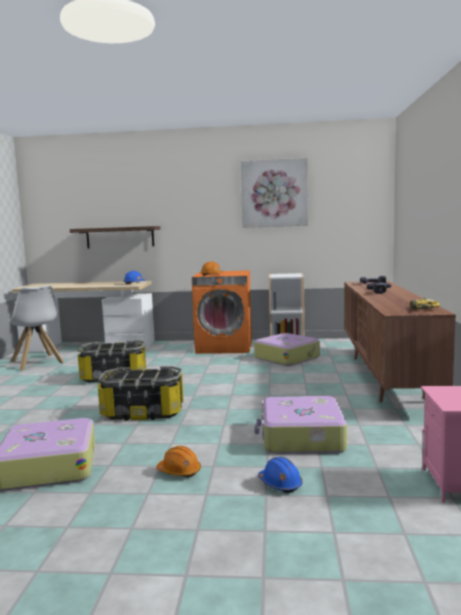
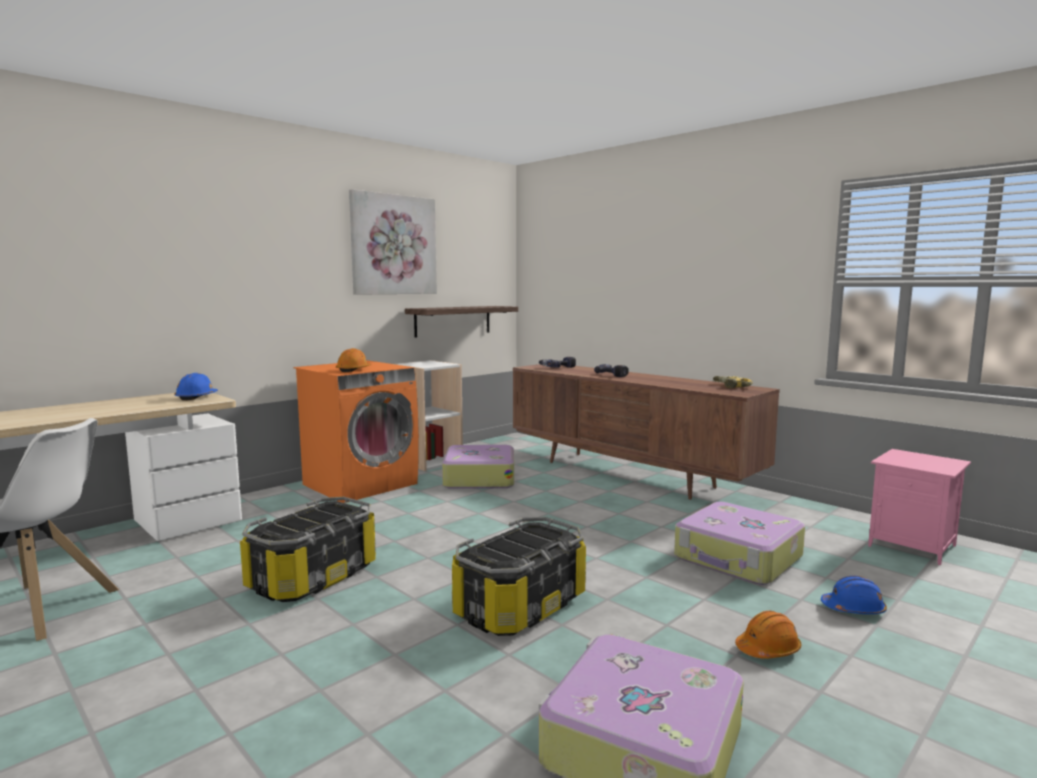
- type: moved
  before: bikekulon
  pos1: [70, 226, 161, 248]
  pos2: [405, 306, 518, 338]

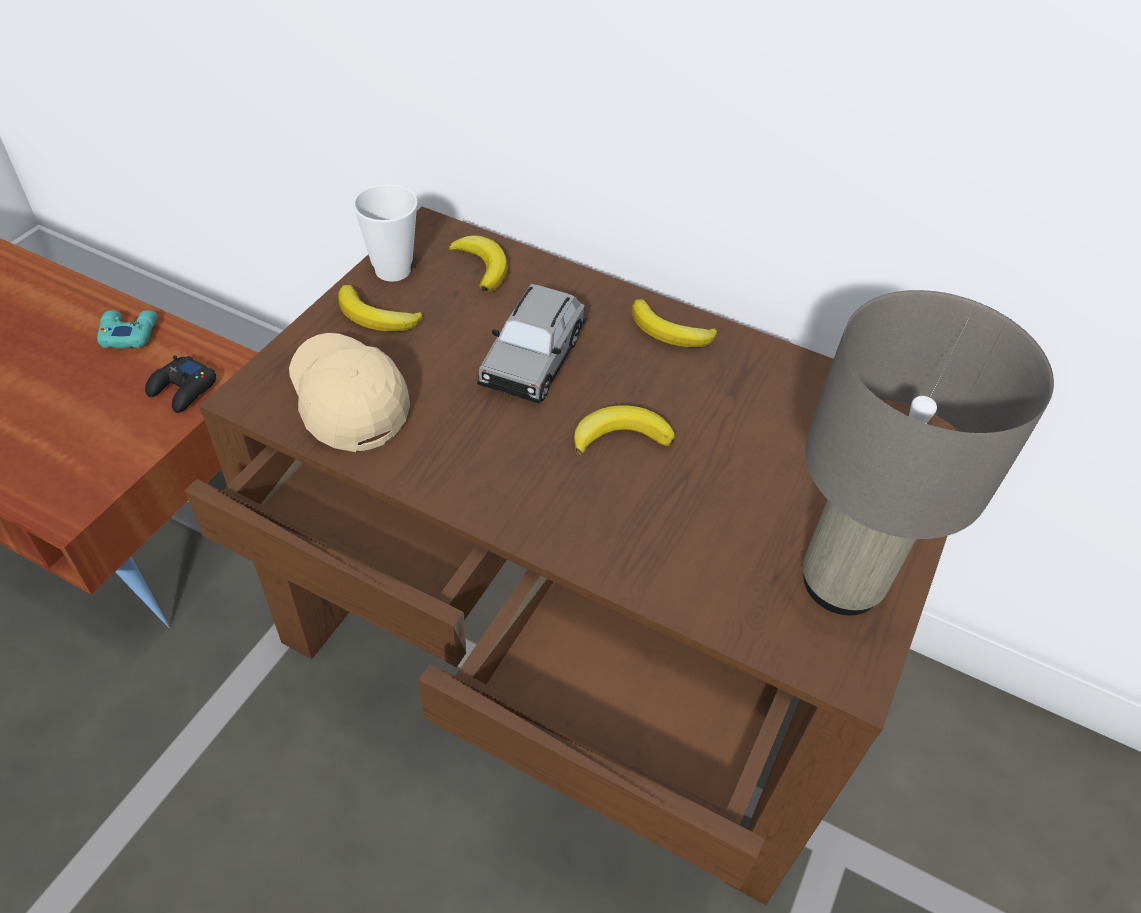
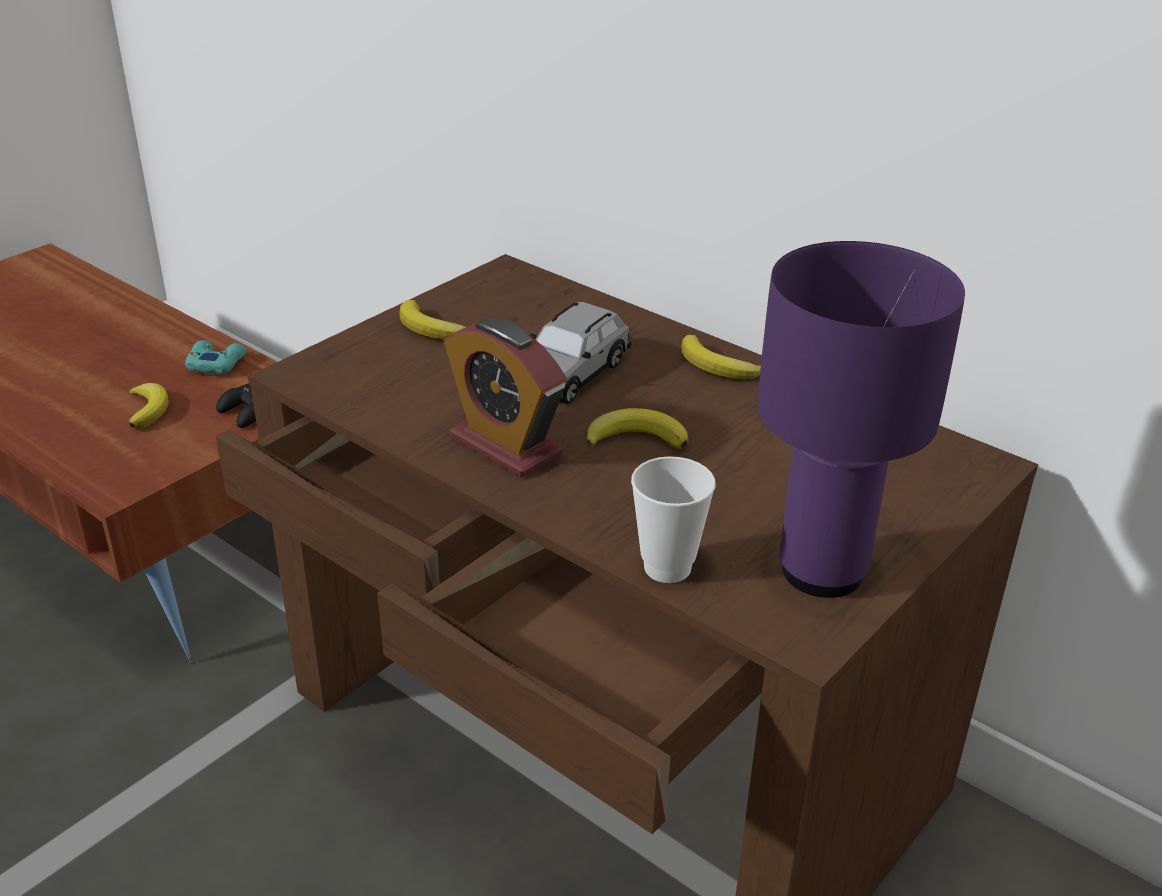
- type: removed
  before: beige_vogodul
  pos1: [289, 333, 410, 452]
- type: added
  after: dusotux
  pos2: [444, 317, 567, 478]
- type: moved
  before: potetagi
  pos1: [353, 184, 418, 282]
  pos2: [631, 456, 715, 583]
- type: moved
  before: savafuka
  pos1: [449, 235, 508, 292]
  pos2: [128, 383, 169, 429]
- type: recoloured
  before: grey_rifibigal
  after: purple_rifibigal
  pos1: [803, 290, 1054, 616]
  pos2: [758, 241, 965, 598]

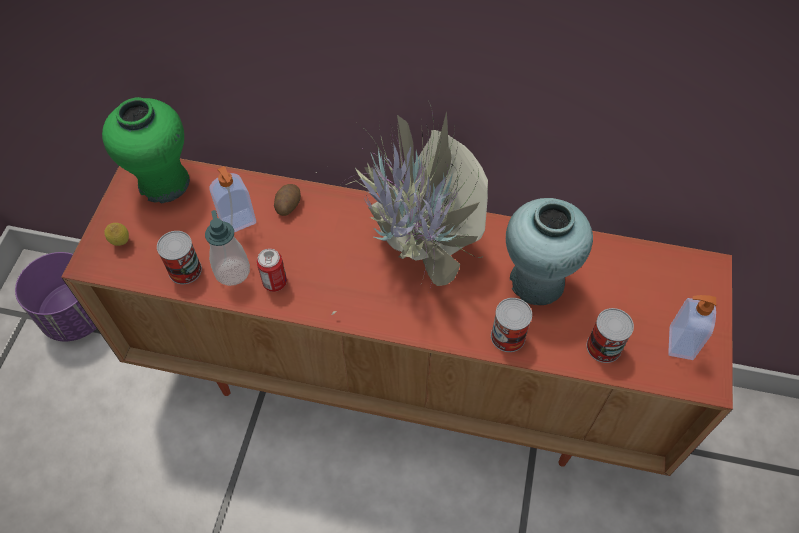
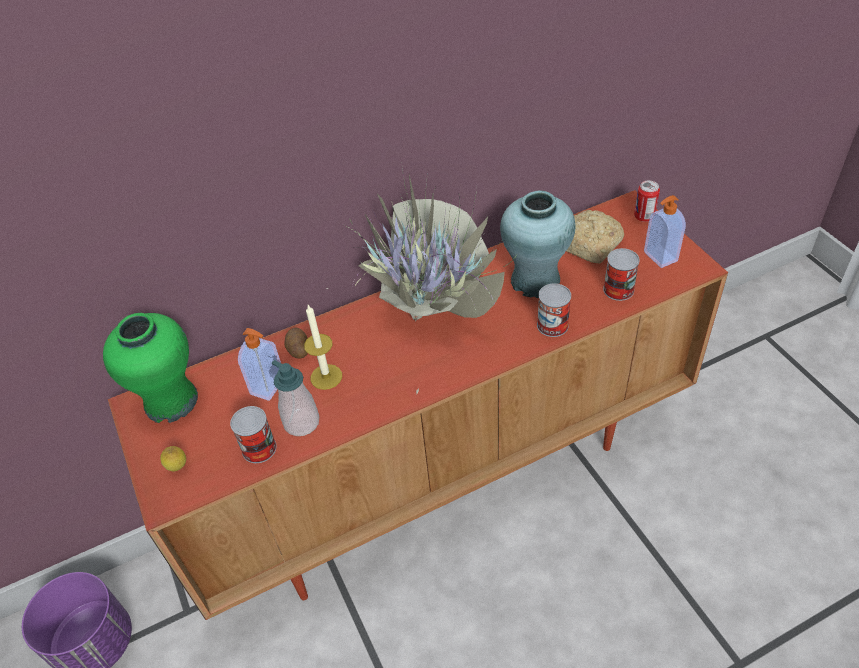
- type: added
  after: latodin
  pos2: [304, 305, 342, 390]
- type: added
  after: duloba
  pos2: [566, 210, 624, 263]
- type: moved
  before: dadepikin
  pos1: [256, 248, 287, 292]
  pos2: [634, 180, 660, 222]

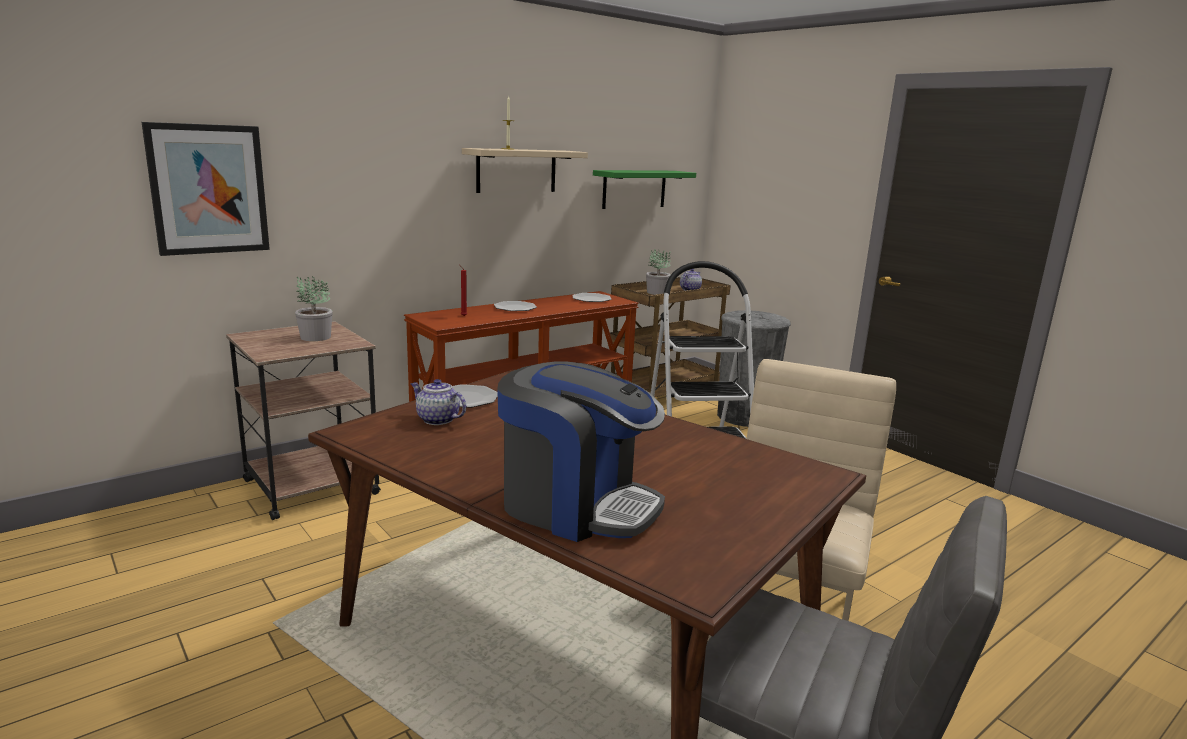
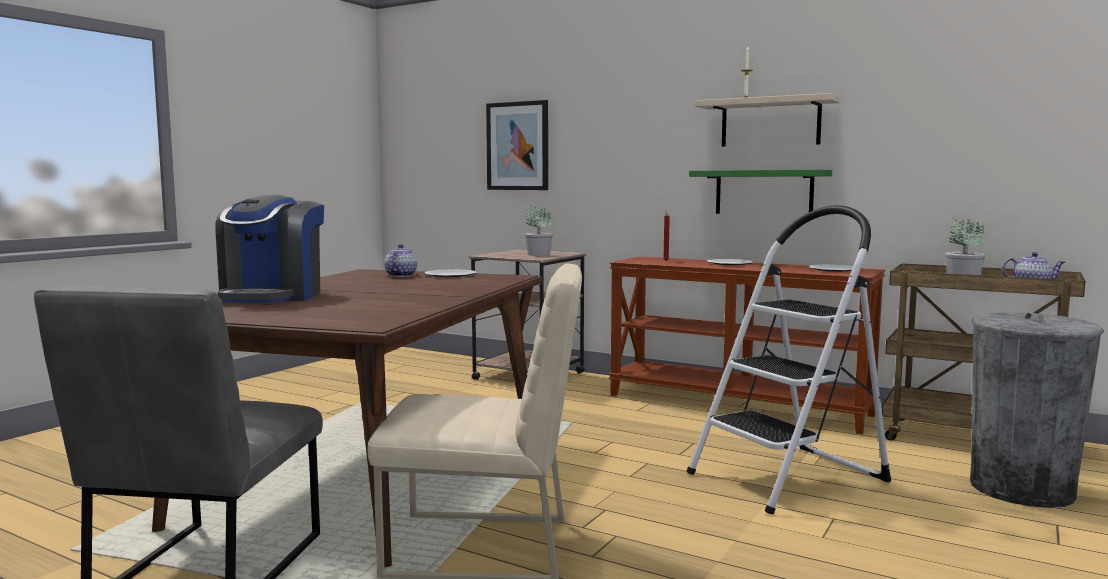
- type: moved
  before: green_bikekulon
  pos1: [593, 170, 696, 209]
  pos2: [689, 170, 832, 214]

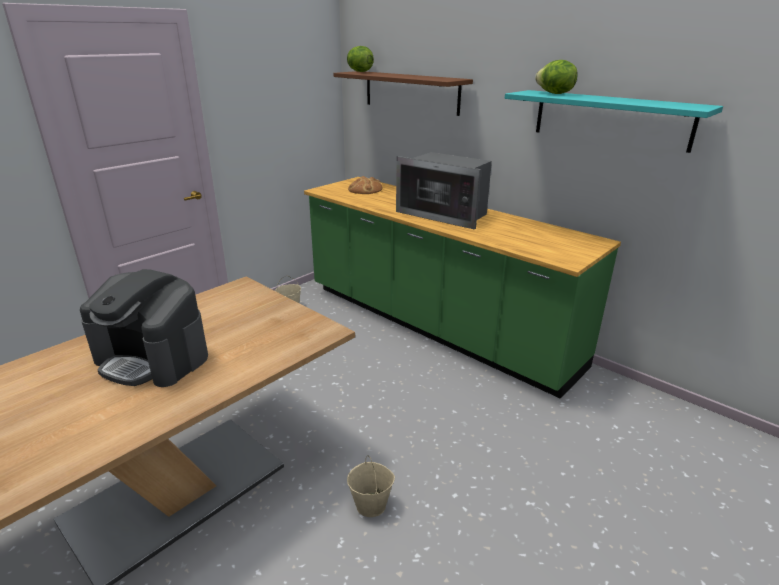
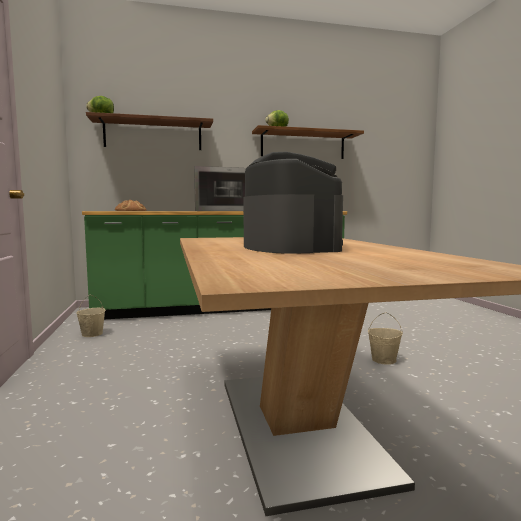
- type: recoloured
  before: turquoise_bikekulon
  after: brown_bikekulon
  pos1: [505, 90, 723, 153]
  pos2: [252, 125, 364, 159]
- type: turned
  before: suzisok
  pos1: [80, 269, 208, 387]
  pos2: [243, 152, 343, 254]
  turn: -75

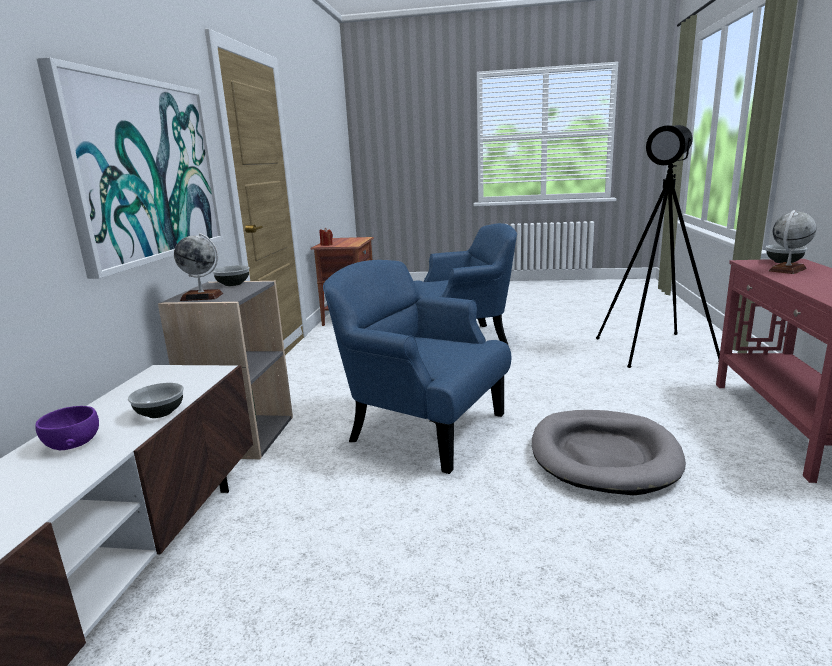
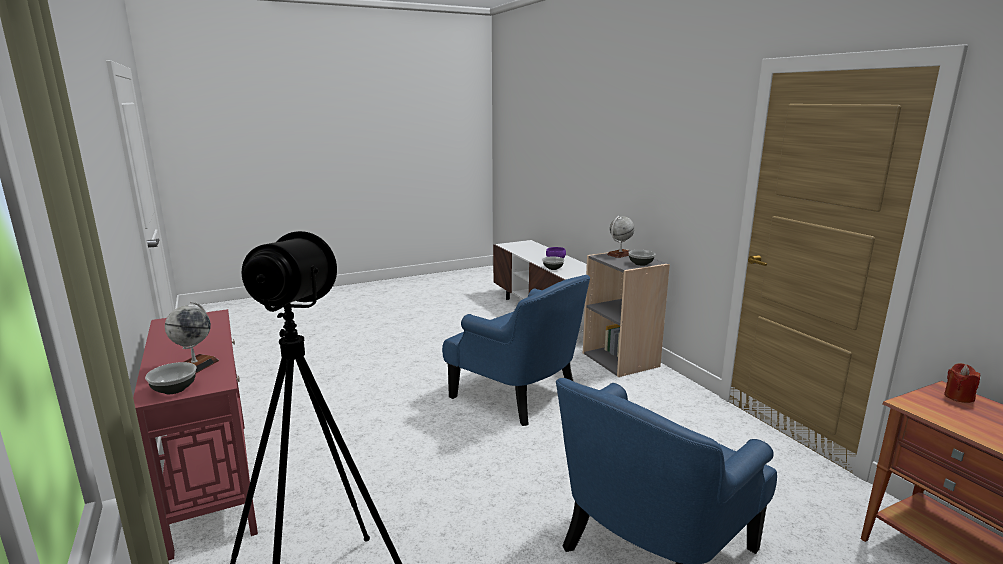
- type: removed
  before: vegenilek
  pos1: [37, 57, 223, 279]
- type: removed
  before: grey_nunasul
  pos1: [532, 410, 686, 496]
- type: turned
  before: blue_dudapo
  pos1: [323, 260, 511, 474]
  pos2: [442, 275, 590, 426]
  turn: 45

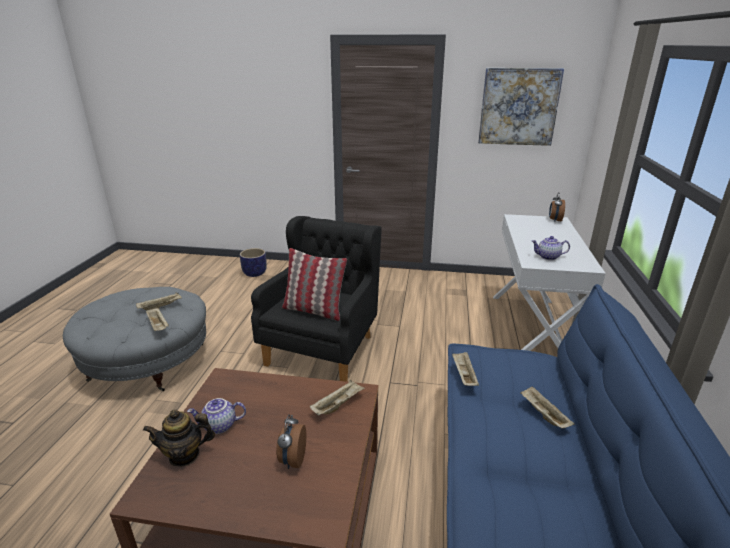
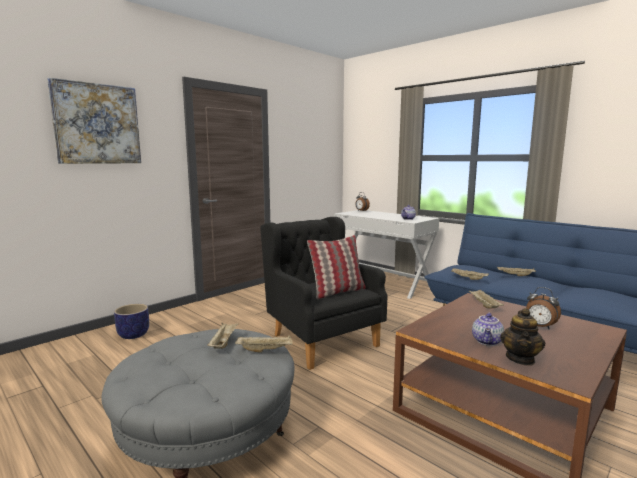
- type: moved
  before: vegenilek
  pos1: [478, 68, 564, 146]
  pos2: [47, 78, 141, 164]

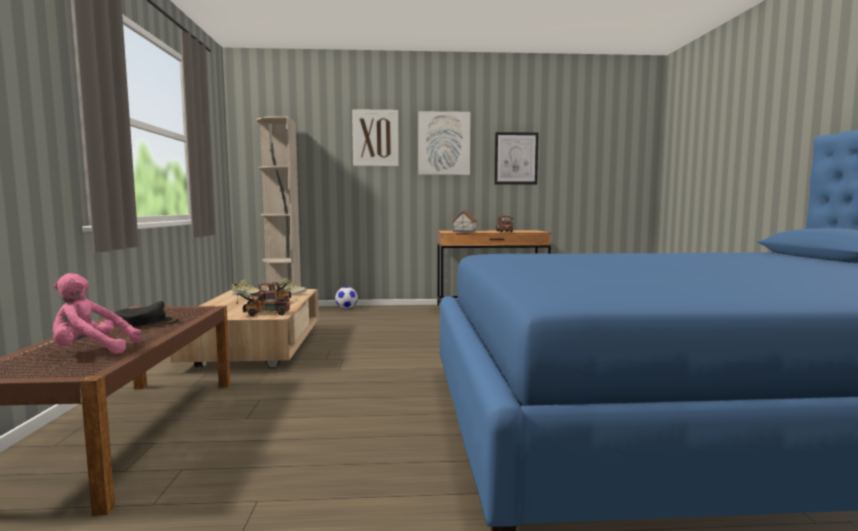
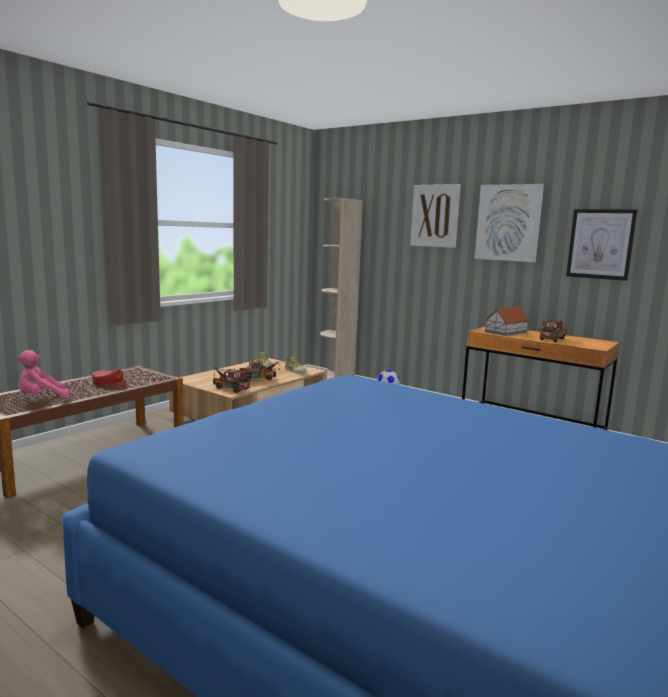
- type: recoloured
  before: black_vogodul
  after: red_vogodul
  pos1: [115, 301, 178, 327]
  pos2: [92, 369, 130, 387]
- type: turned
  before: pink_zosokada
  pos1: [53, 273, 141, 354]
  pos2: [16, 350, 70, 399]
  turn: -60

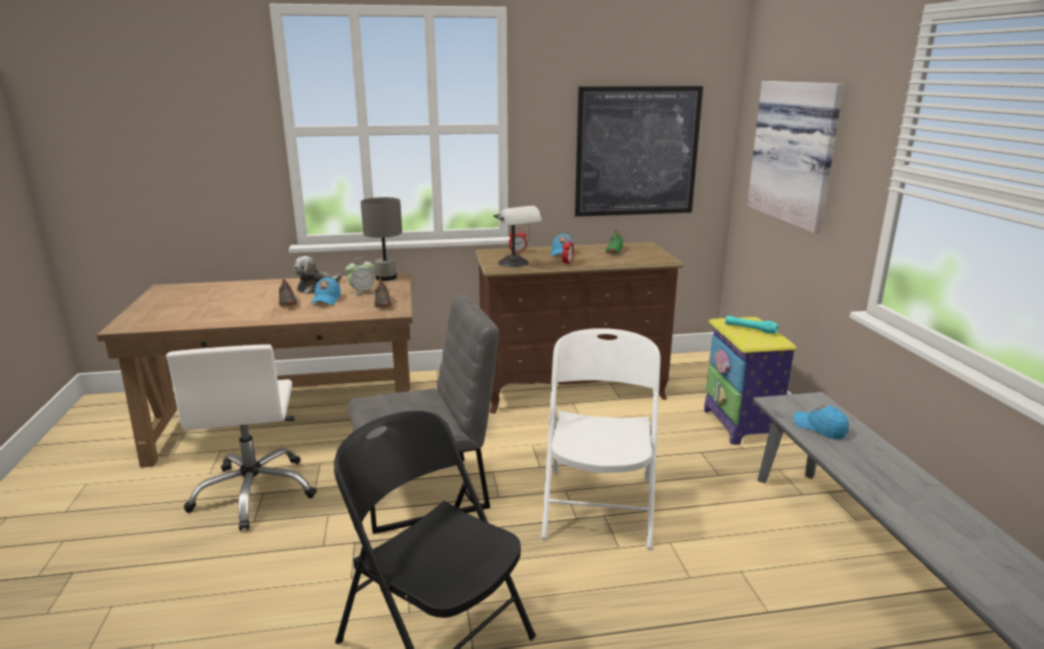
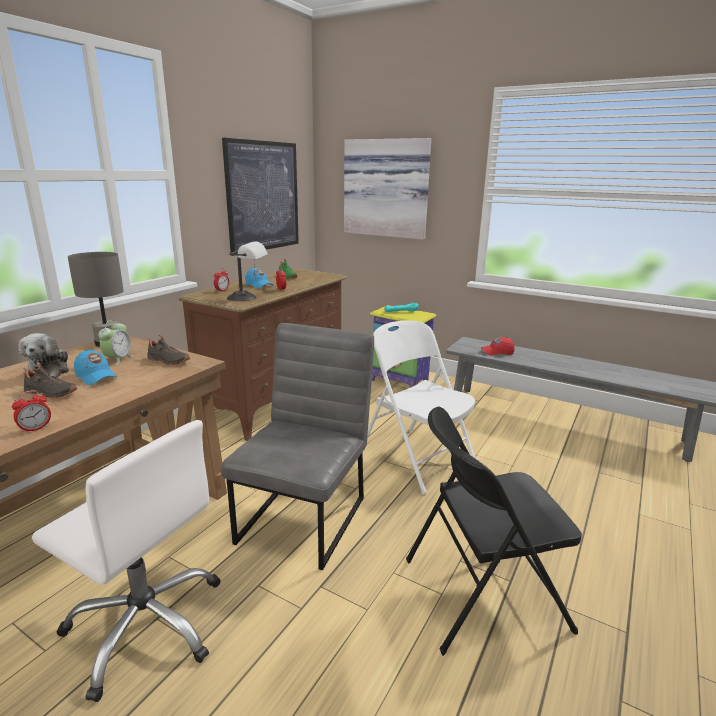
- type: added
  after: dusotux
  pos2: [12, 390, 51, 434]
- type: recoloured
  before: blue_vogodul
  after: red_vogodul
  pos1: [793, 405, 849, 439]
  pos2: [481, 337, 515, 355]

